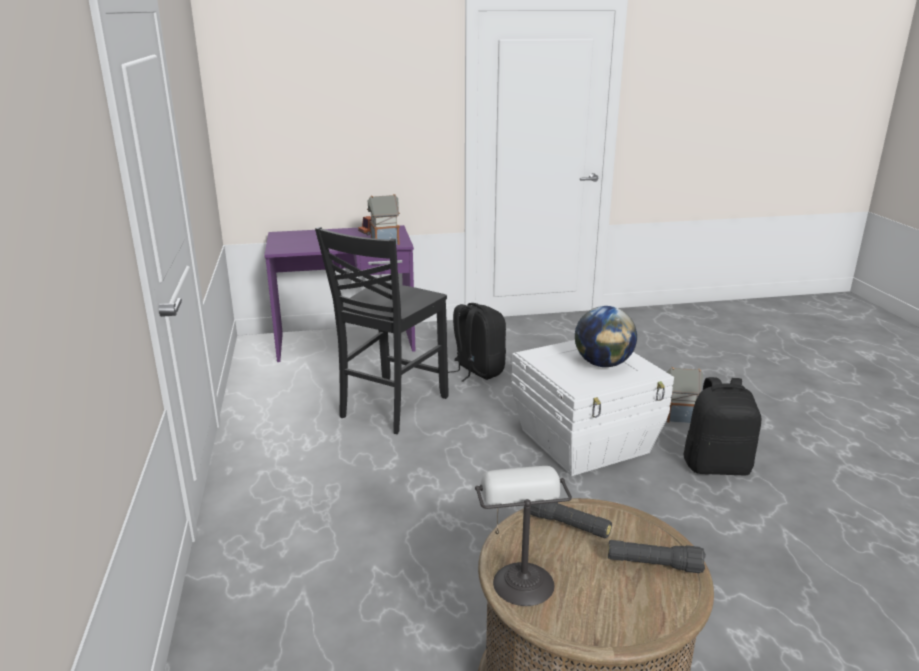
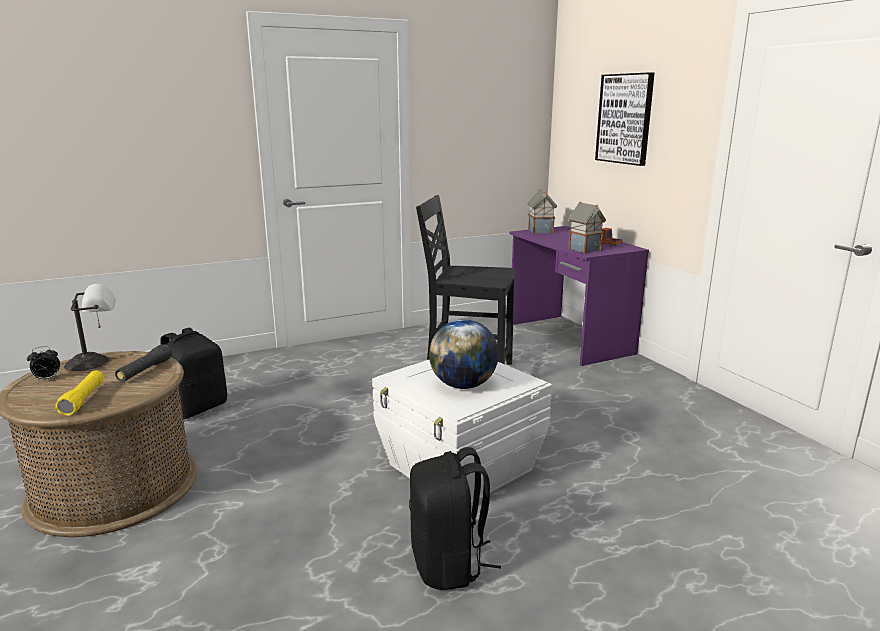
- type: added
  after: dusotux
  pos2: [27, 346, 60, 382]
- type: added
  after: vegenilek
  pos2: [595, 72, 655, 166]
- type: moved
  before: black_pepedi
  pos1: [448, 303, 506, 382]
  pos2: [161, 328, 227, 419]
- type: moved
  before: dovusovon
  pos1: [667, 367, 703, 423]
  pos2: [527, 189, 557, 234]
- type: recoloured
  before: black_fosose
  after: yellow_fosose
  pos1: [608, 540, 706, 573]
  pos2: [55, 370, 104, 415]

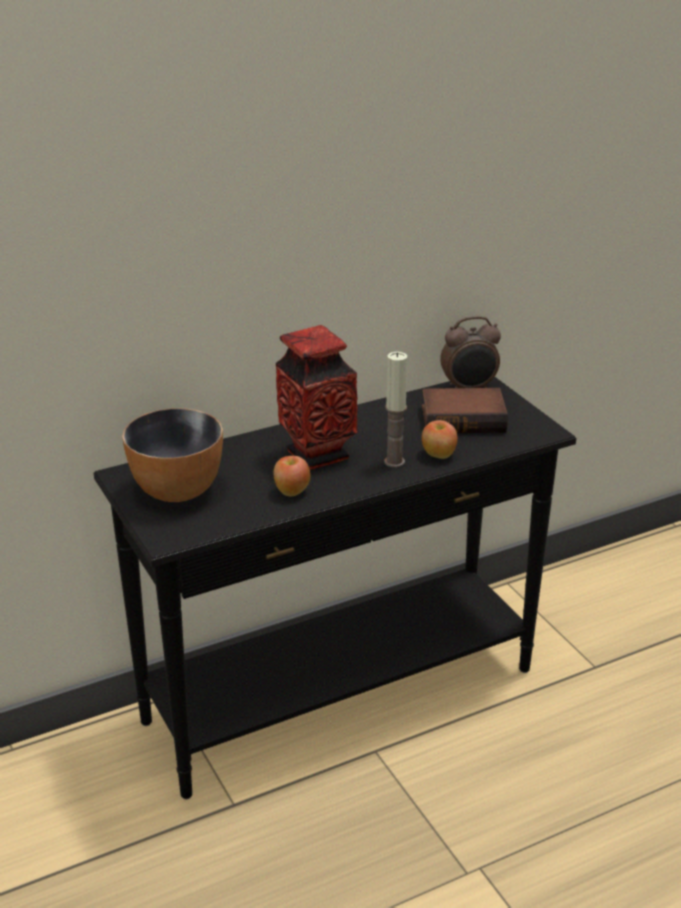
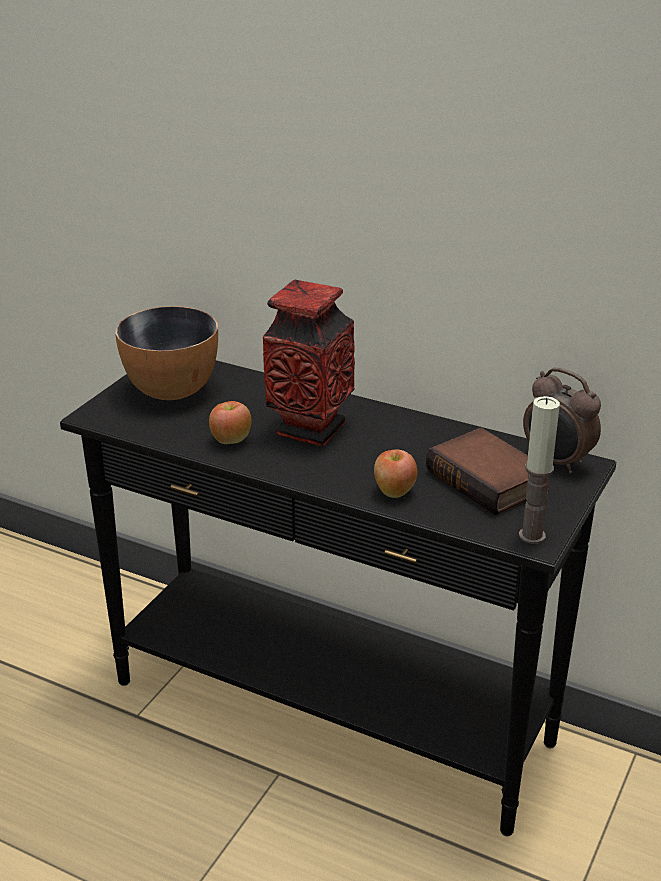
- type: moved
  before: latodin
  pos1: [384, 352, 407, 468]
  pos2: [519, 396, 560, 544]

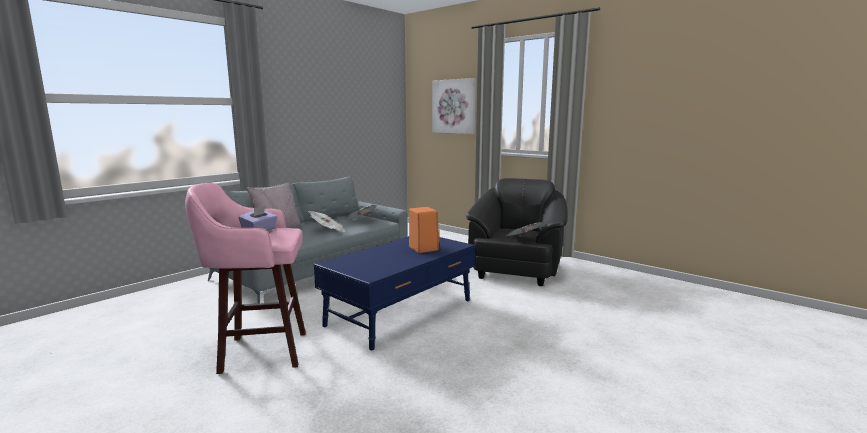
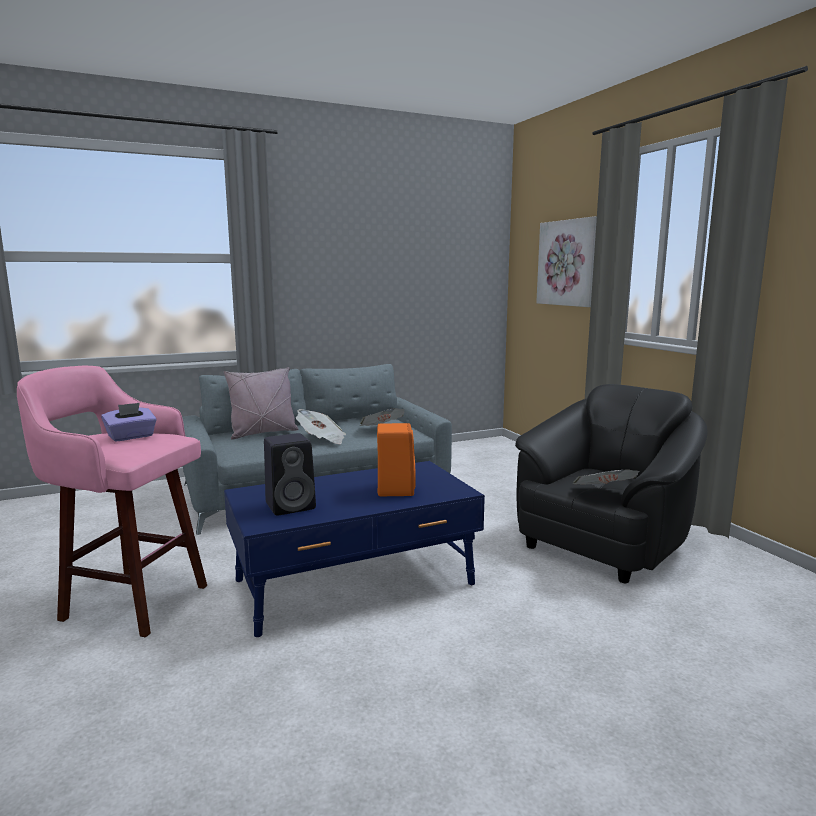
- type: added
  after: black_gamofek
  pos2: [264, 433, 316, 516]

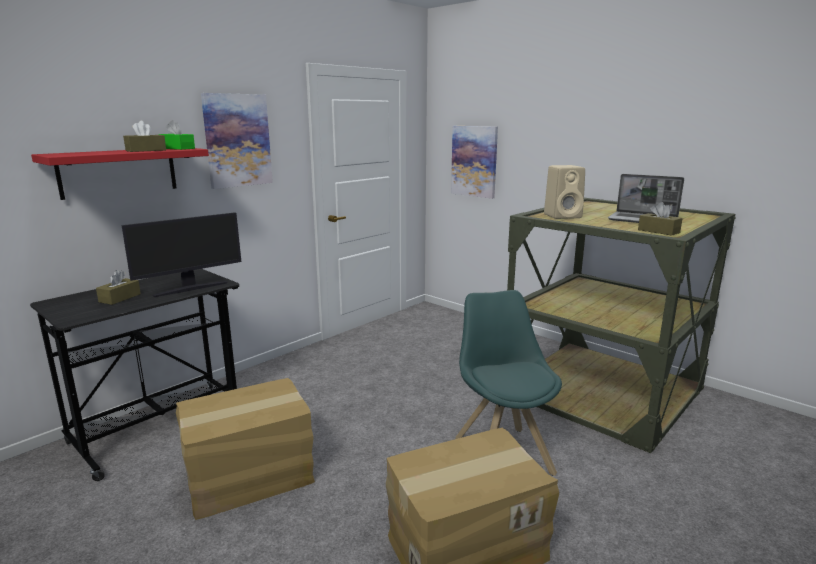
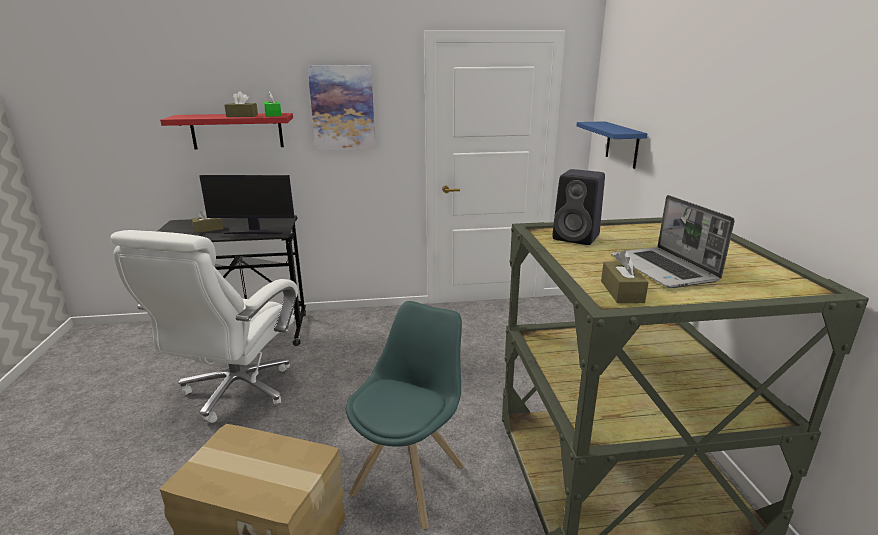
- type: replaced
  before: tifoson
  after: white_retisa
  pos1: [176, 378, 315, 520]
  pos2: [110, 230, 298, 423]
- type: replaced
  before: vegenilek
  after: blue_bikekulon
  pos1: [451, 126, 498, 199]
  pos2: [577, 121, 647, 169]
- type: recoloured
  before: beige_gamofek
  after: black_gamofek
  pos1: [544, 165, 585, 219]
  pos2: [552, 169, 605, 245]

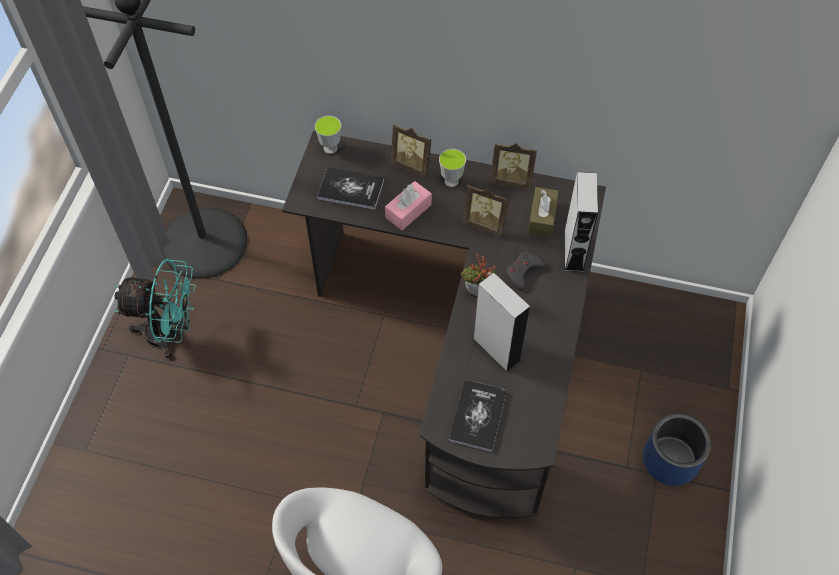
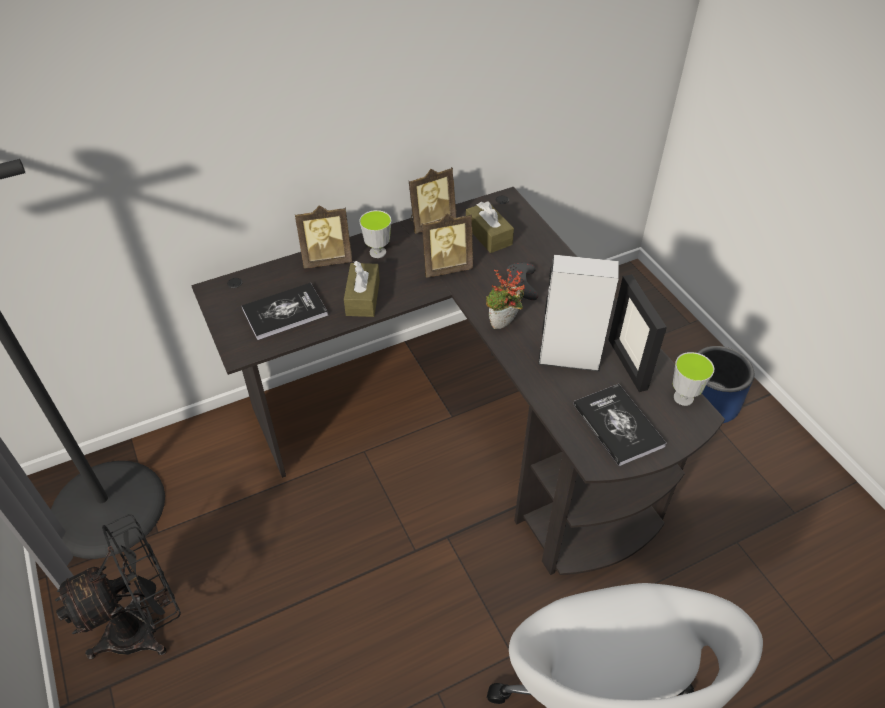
- type: removed
  before: grey_gamofek
  pos1: [564, 172, 598, 272]
- type: added
  after: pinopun
  pos2: [608, 274, 667, 392]
- type: moved
  before: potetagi
  pos1: [315, 116, 341, 154]
  pos2: [673, 352, 714, 406]
- type: recoloured
  before: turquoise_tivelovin
  after: black_tivelovin
  pos1: [115, 259, 196, 359]
  pos2: [55, 514, 181, 659]
- type: recoloured
  before: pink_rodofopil
  after: brown_rodofopil
  pos1: [385, 181, 432, 230]
  pos2: [344, 261, 380, 317]

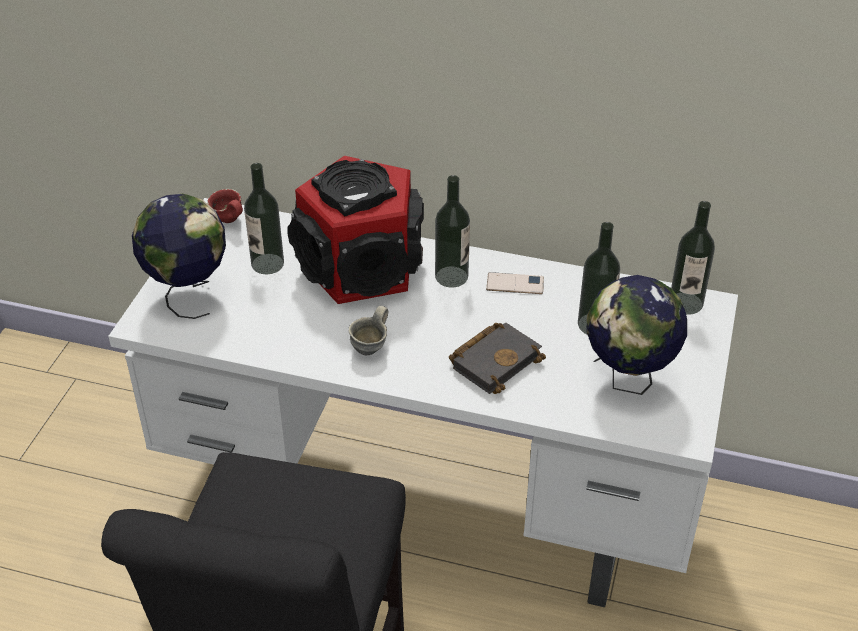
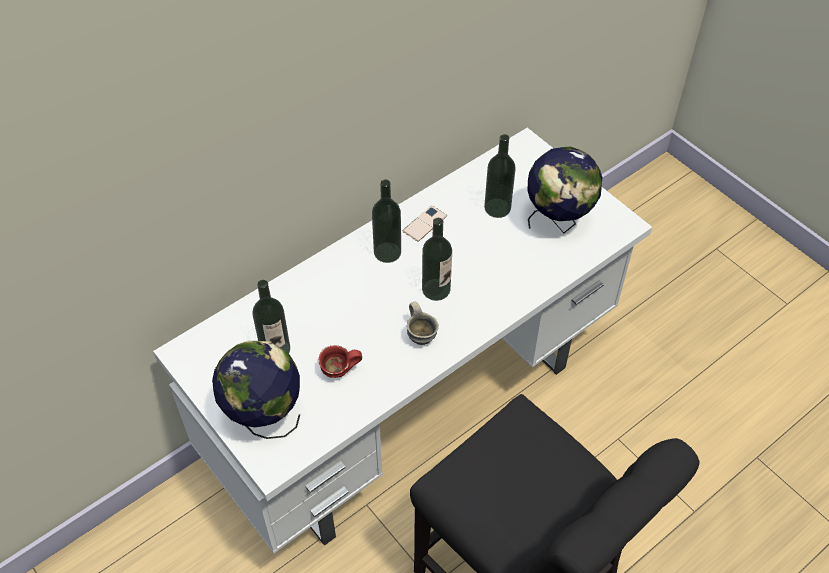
- type: removed
  before: gamofek
  pos1: [287, 156, 424, 304]
- type: removed
  before: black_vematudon
  pos1: [449, 323, 546, 394]
- type: moved
  before: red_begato
  pos1: [207, 189, 243, 223]
  pos2: [318, 345, 362, 378]
- type: moved
  before: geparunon
  pos1: [671, 201, 715, 315]
  pos2: [422, 218, 452, 301]

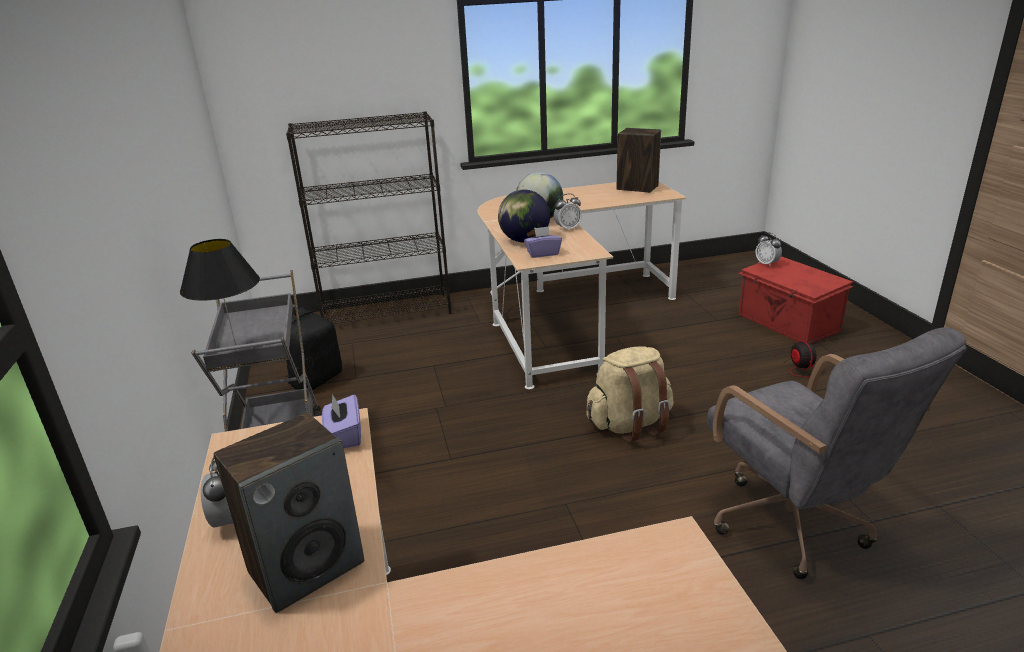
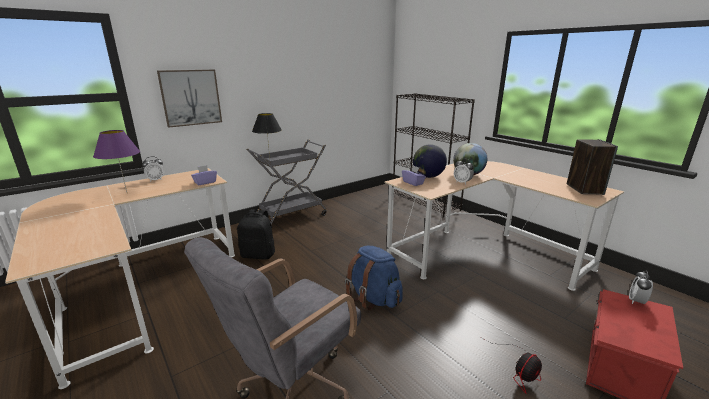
- type: added
  after: vegenilek
  pos2: [157, 70, 222, 128]
- type: moved
  before: black_pepedi
  pos1: [285, 307, 342, 390]
  pos2: [237, 209, 275, 260]
- type: replaced
  before: gamofek
  after: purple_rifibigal
  pos1: [213, 413, 364, 613]
  pos2: [93, 130, 140, 192]
- type: recoloured
  before: beige_pepedi
  after: blue_pepedi
  pos1: [586, 346, 674, 442]
  pos2: [345, 246, 403, 311]

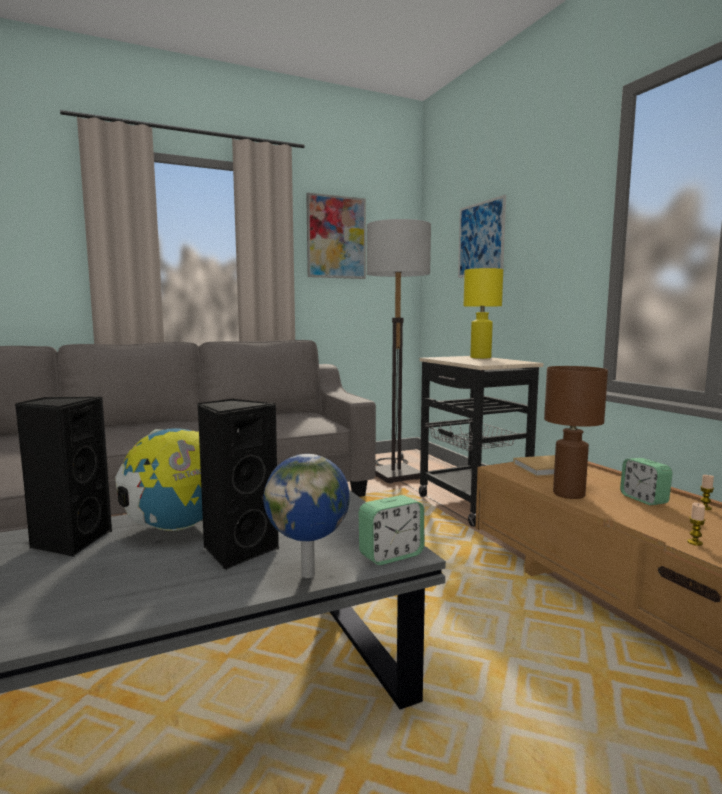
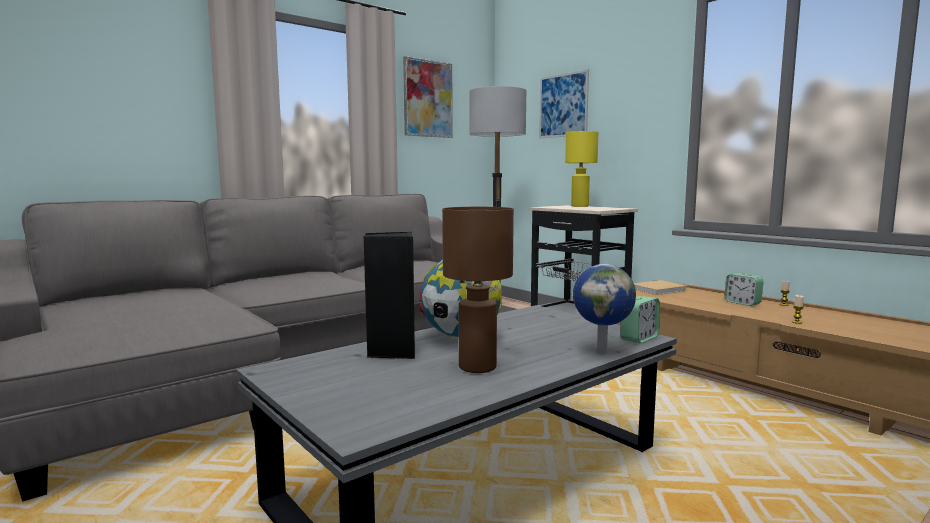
- type: removed
  before: black_gamofek
  pos1: [197, 398, 279, 570]
- type: moved
  before: brown_rifibigal
  pos1: [544, 366, 608, 499]
  pos2: [442, 207, 514, 373]

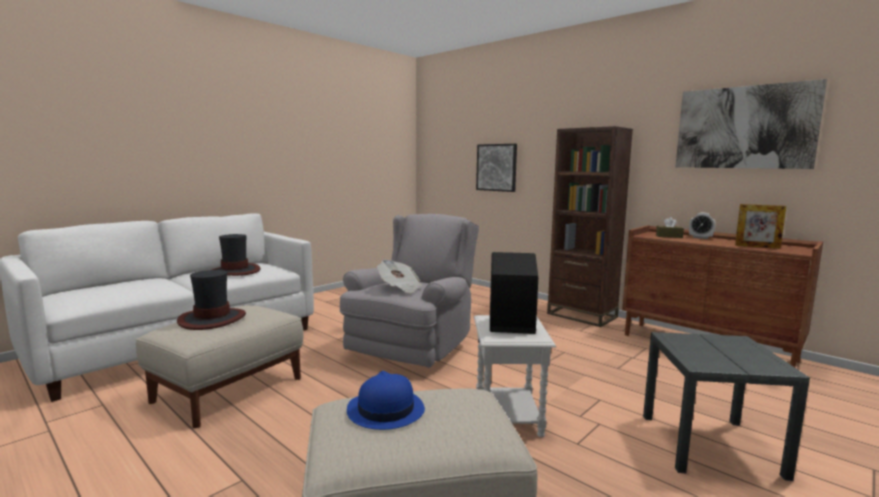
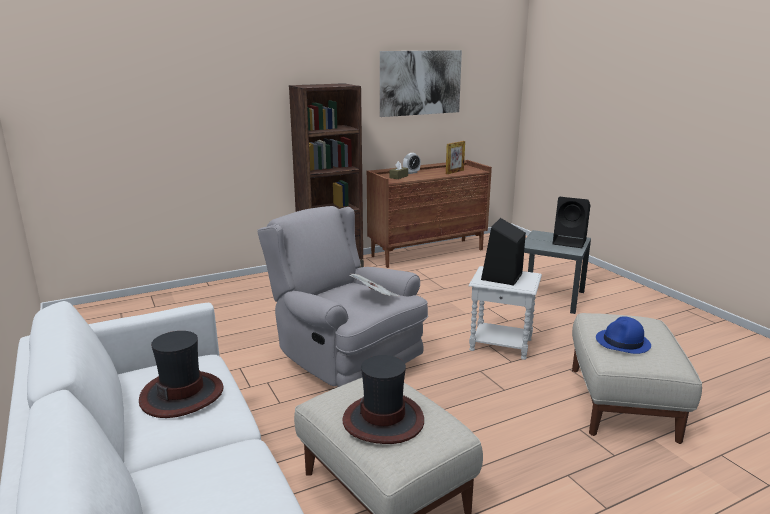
- type: removed
  before: vegenilek
  pos1: [476, 144, 517, 192]
- type: added
  after: black_gamofek
  pos2: [553, 197, 590, 248]

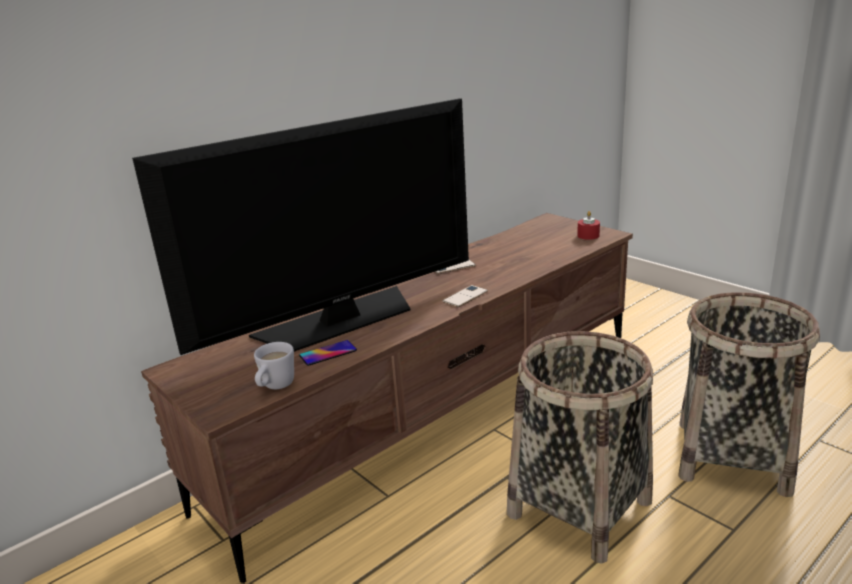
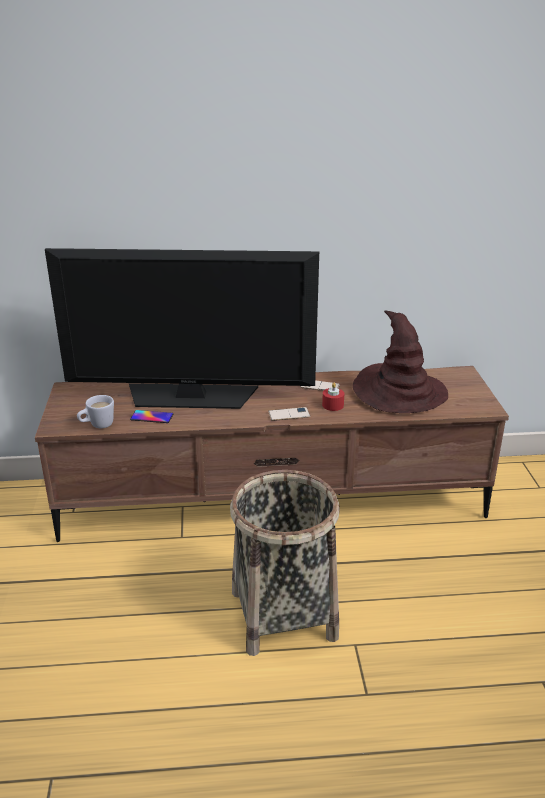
- type: removed
  before: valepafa
  pos1: [678, 292, 820, 497]
- type: added
  after: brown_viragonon
  pos2: [353, 311, 448, 413]
- type: moved
  before: red_latodin
  pos1: [577, 211, 600, 240]
  pos2: [322, 383, 344, 411]

